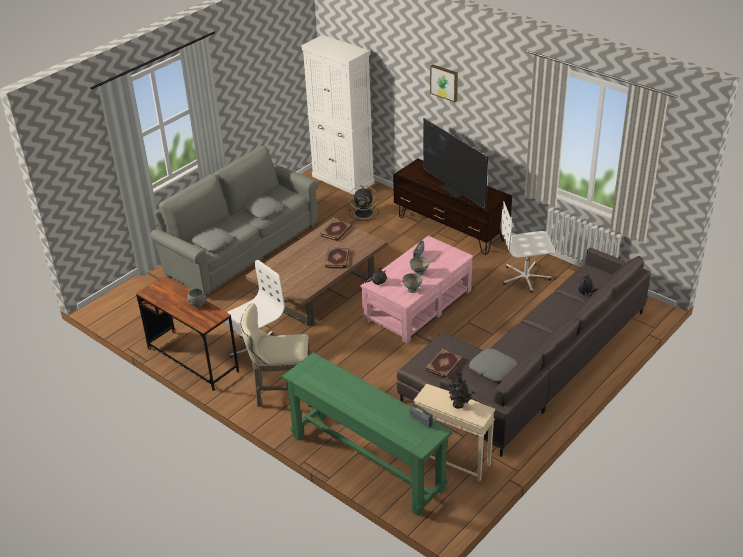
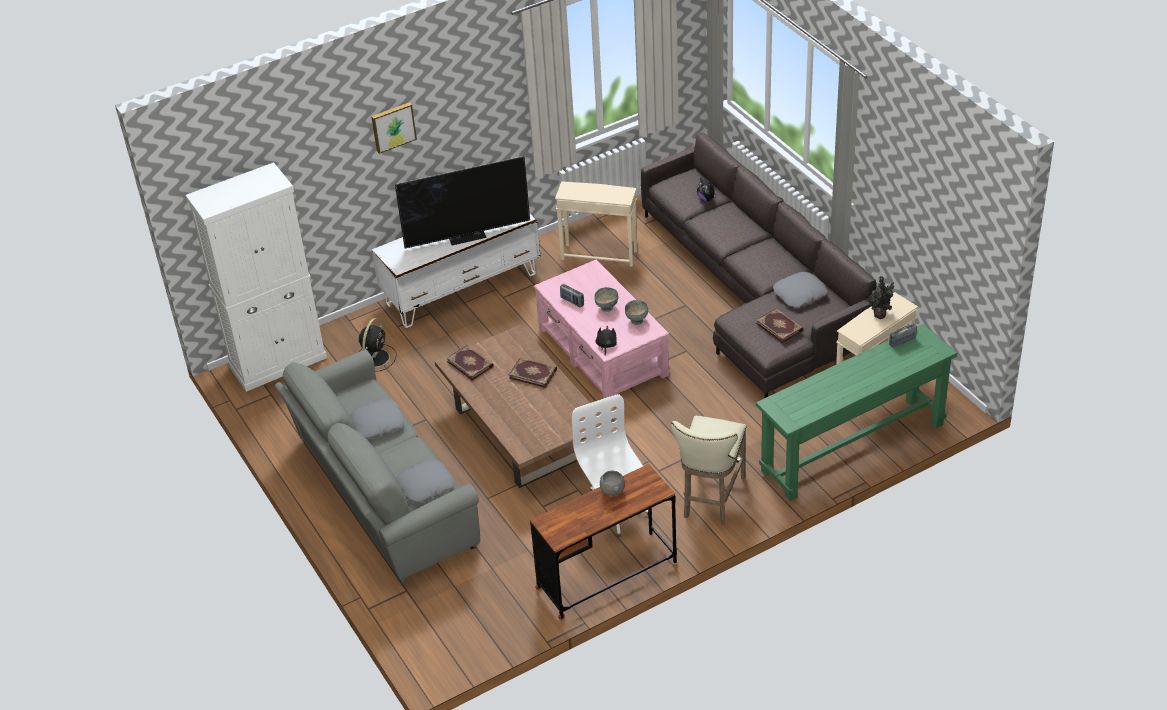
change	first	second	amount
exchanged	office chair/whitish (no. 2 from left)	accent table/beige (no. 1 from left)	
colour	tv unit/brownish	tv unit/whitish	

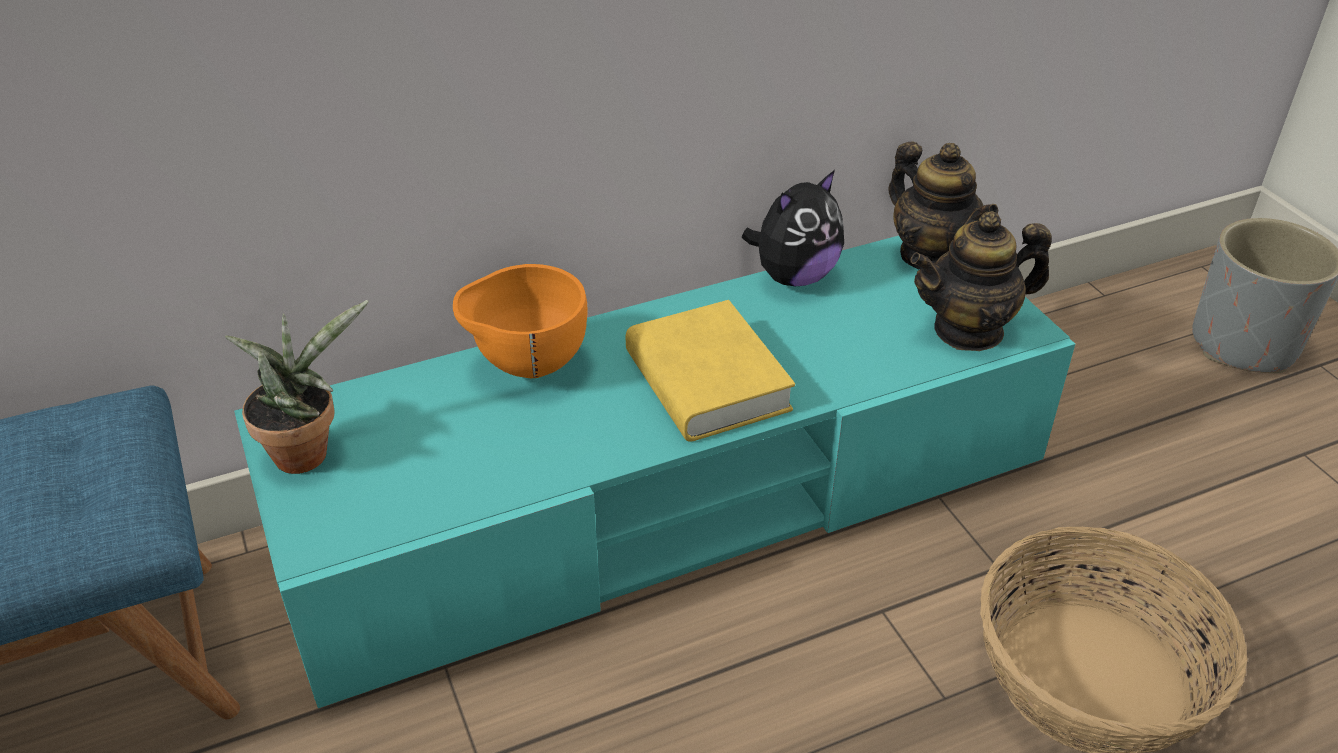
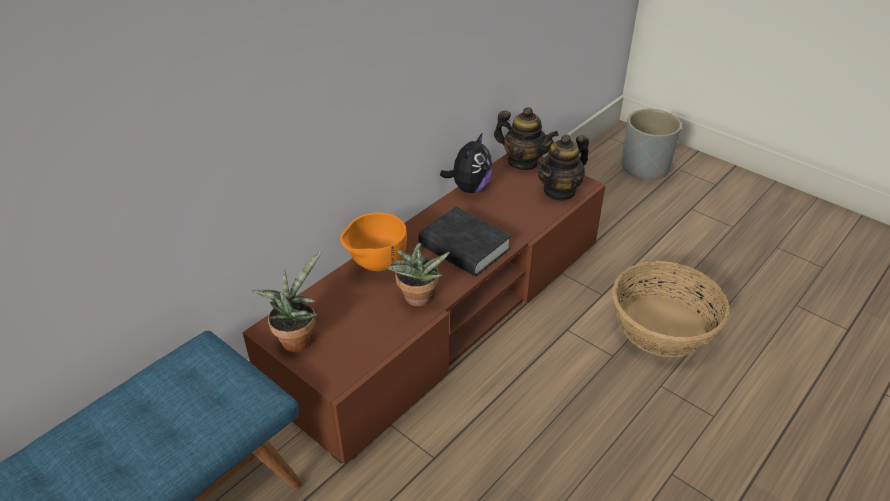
change	first	second	amount
appeared		potted plant (no. 2 from left)	
colour	tv unit/turquoise	tv unit/brownish	
colour	volume/yellowish	volume/black-coloured	

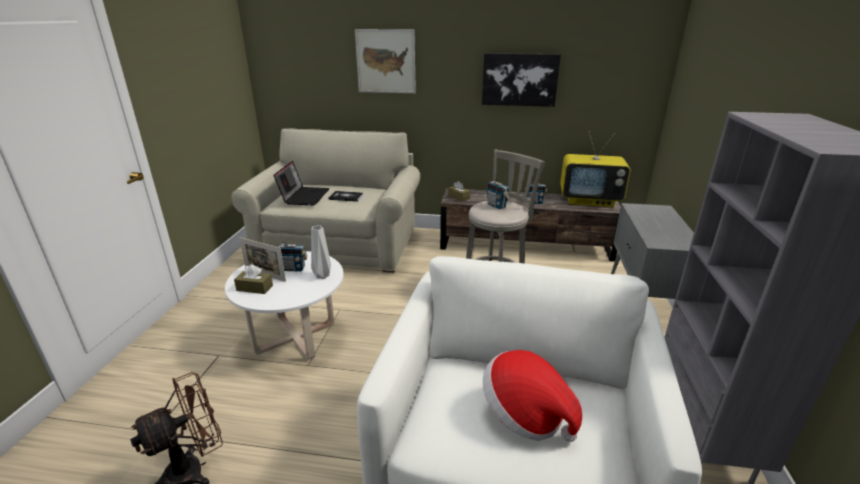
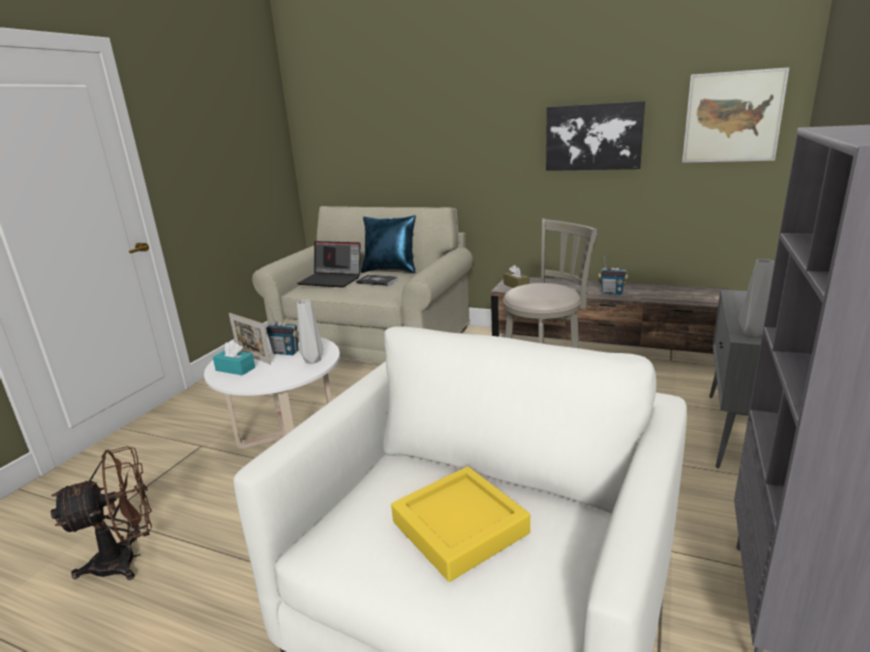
change	first	second	amount
missing	radio receiver (no. 2 from left)		
missing	TV		
appeared		throw pillow/blue-coloured	
appeared		decorative vase/grey (no. 2 from left)	
relocated	picture (no. 1 from left in the first image)	picture (no. 2 from left)	
exchanged	wearable hat	serving tray/yellowish	
colour	box of tissues/brownish (no. 1 from left)	box of tissues/turquoise	
spun	laptop		90 degrees clockwise

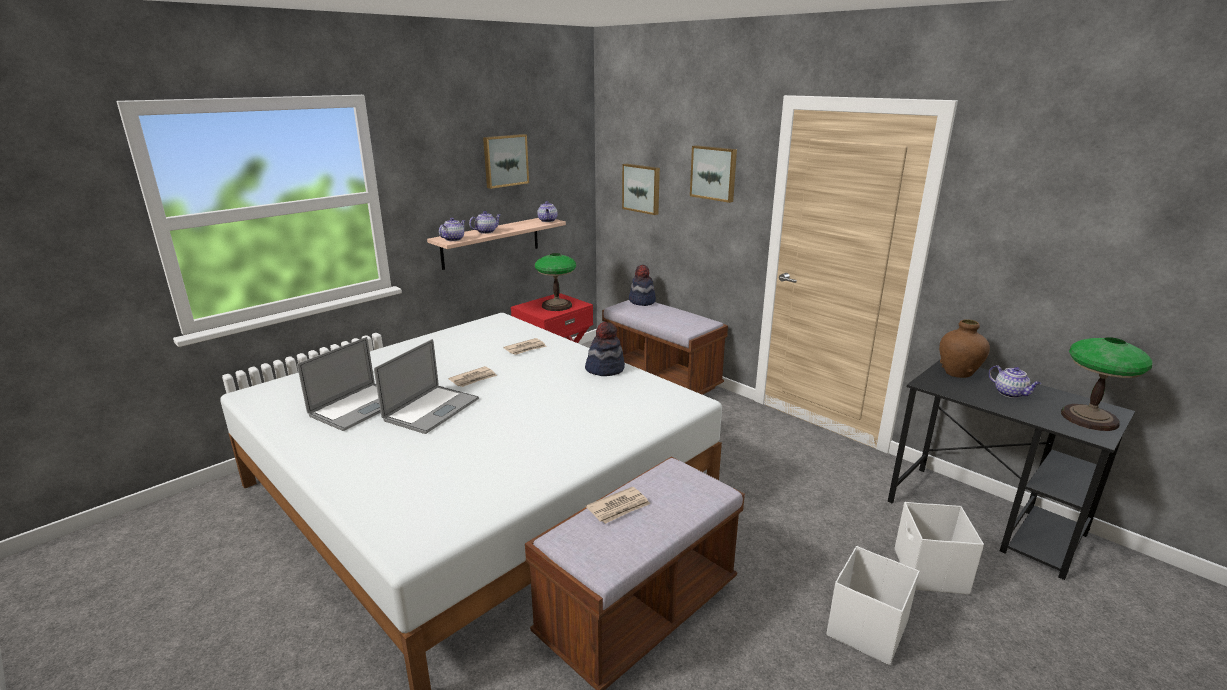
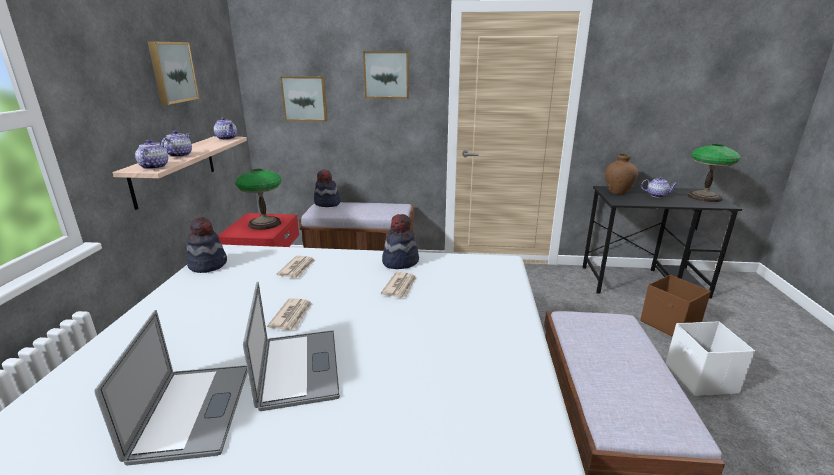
change	first	second	amount
appeared		wearable hat (no. 1 from left)	
relocated	newspaper (no. 3 from left)		
colour	storage container/whitish (no. 2 from left)	storage container/brownish	

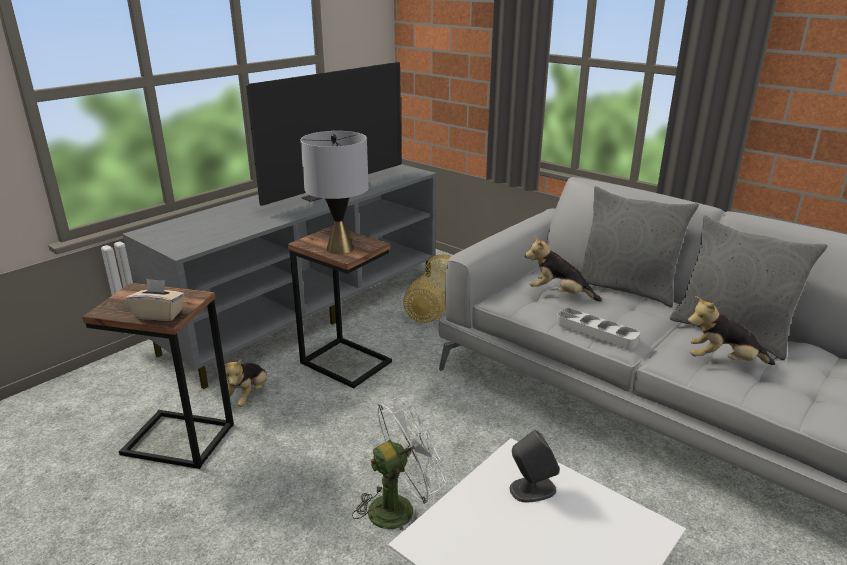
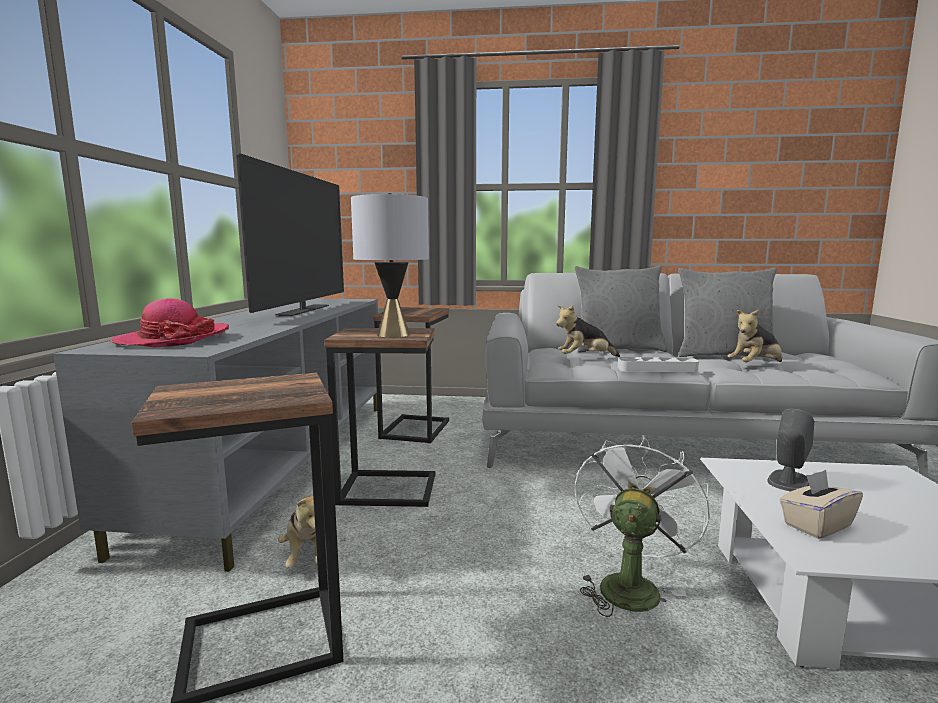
change	first	second	amount
appeared		wearable hat	
relocated	box of tissues/beige		
exchanged	household basket	accent table (no. 3 from left)	

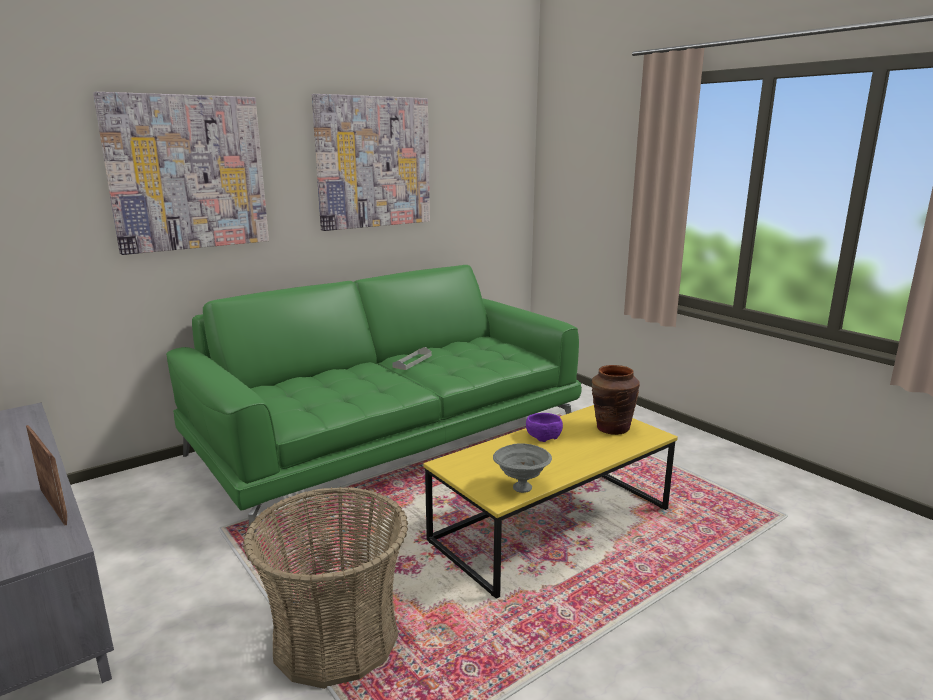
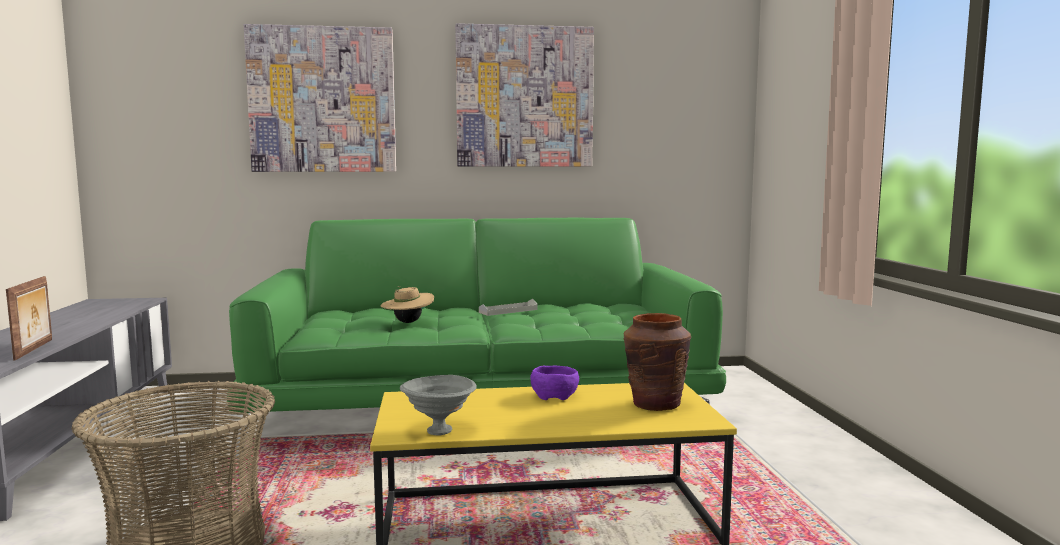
change	first	second	amount
appeared		wearable hat/beige	

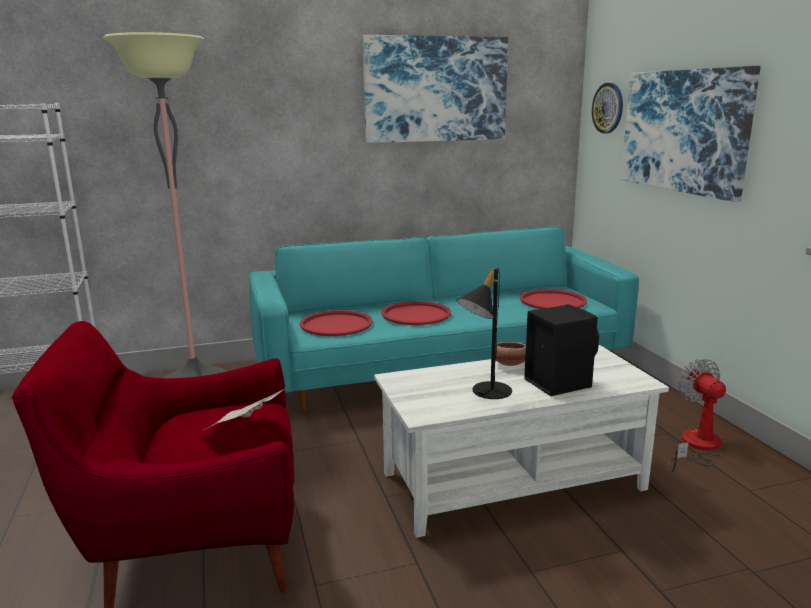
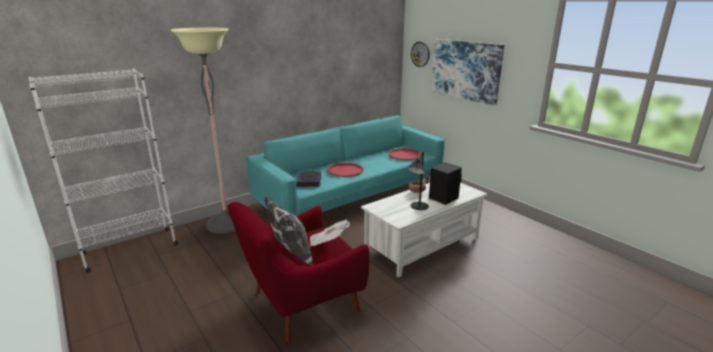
change	first	second	amount
missing	picture (no. 1 from left)		
missing	fan		
appeared		throw pillow	
exchanged	serving tray/red (no. 1 from left)	volume	

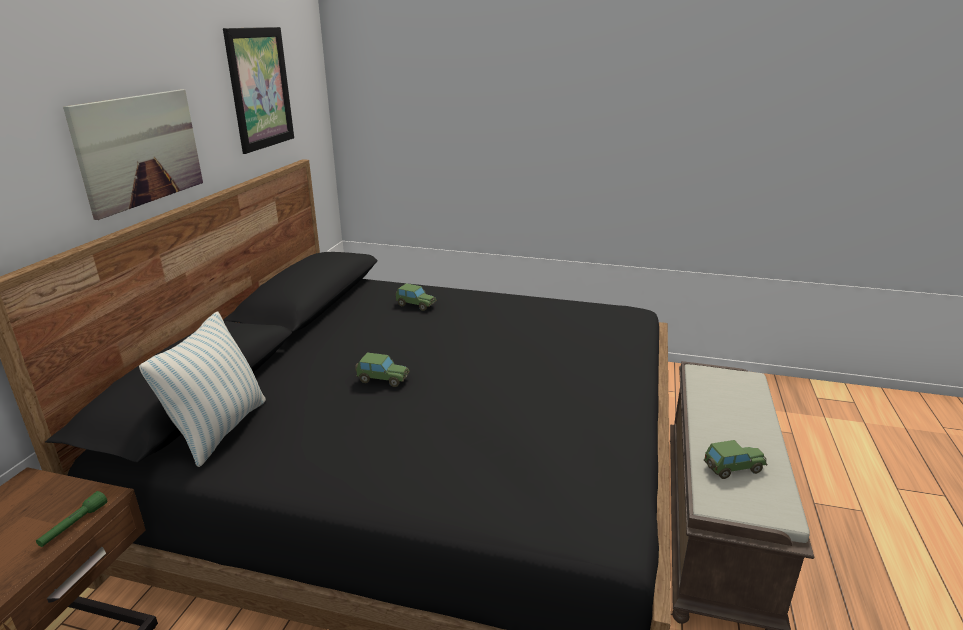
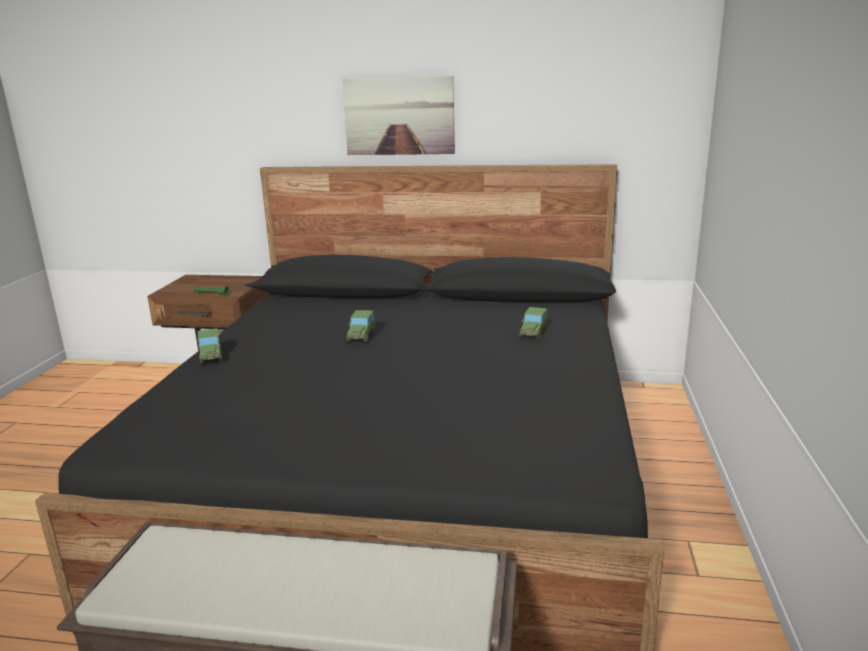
change	first	second	amount
missing	throw pillow		
missing	picture (no. 2 from left)		
relocated	miniature car (no. 3 from left in the first image)	miniature car (no. 1 from left)	

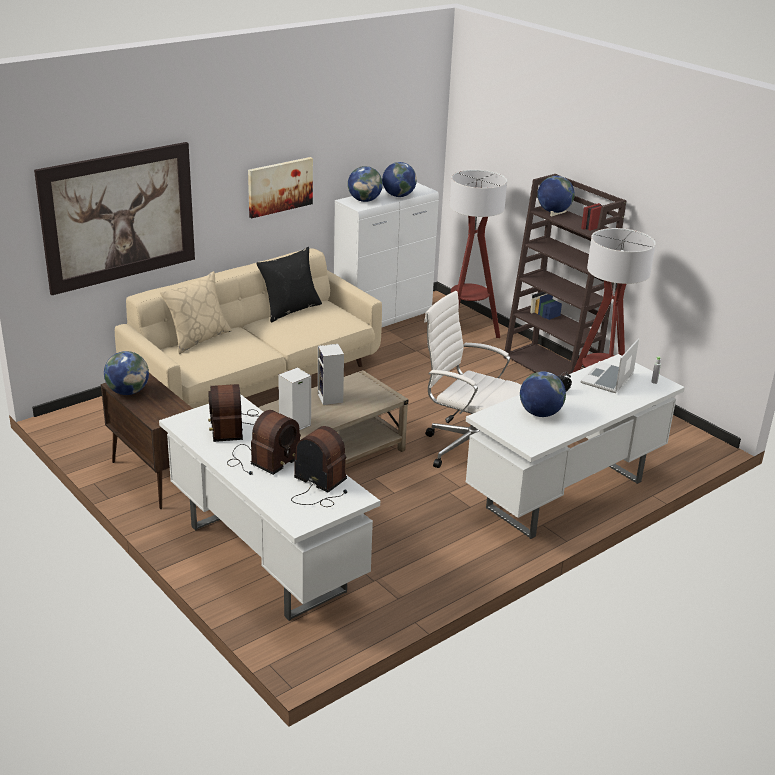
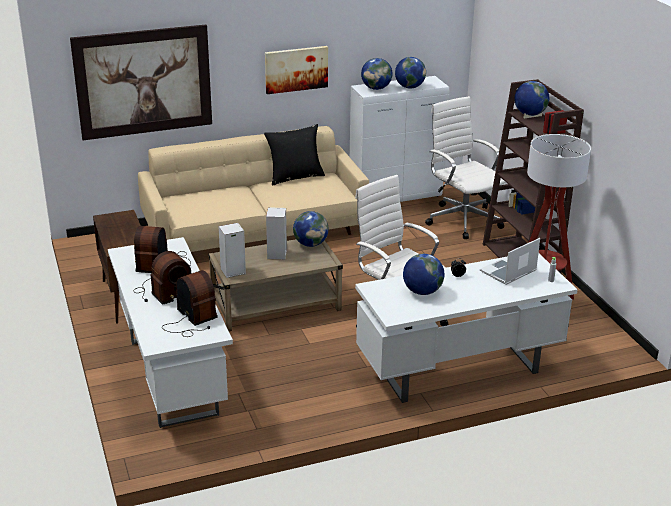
change	first	second	amount
missing	throw pillow/beige		
relocated	globe (no. 1 from left)		
exchanged	floor lamp (no. 1 from left)	office chair/whitish (no. 2 from left)	

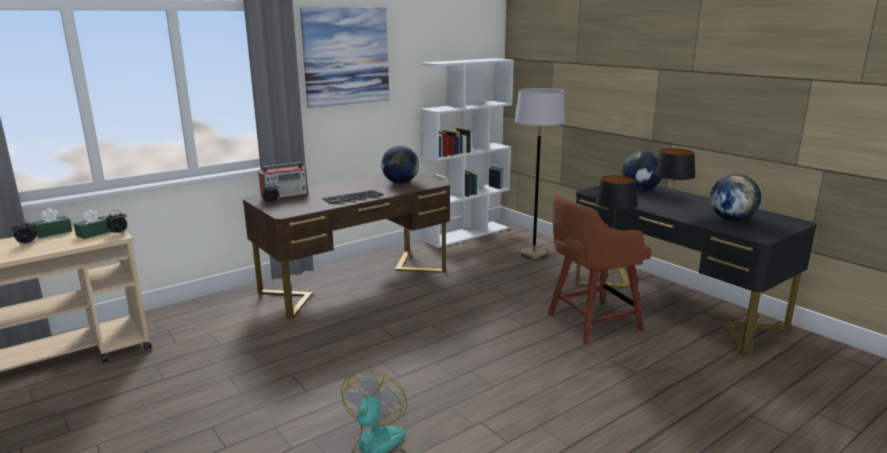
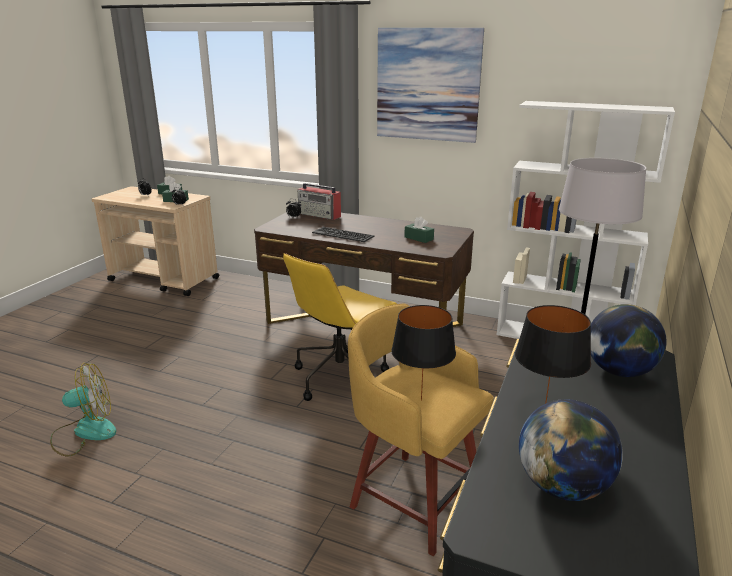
change	first	second	amount
appeared		office chair/yellowish	
exchanged	globe (no. 1 from left)	box of tissues/green (no. 3 from left)	
colour	sitting stool/brownish	sitting stool/yellowish	

